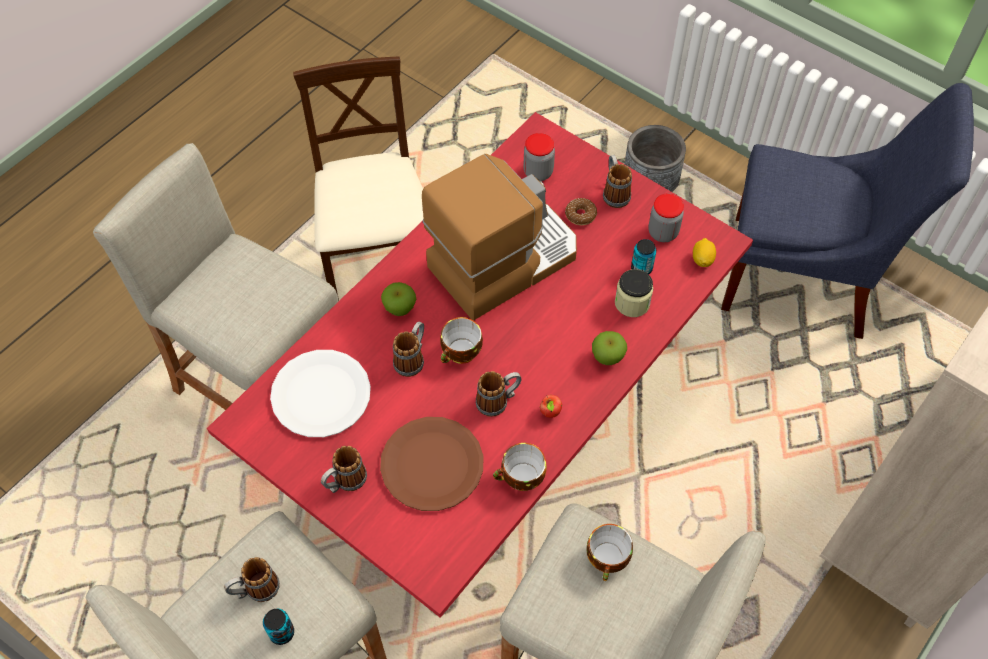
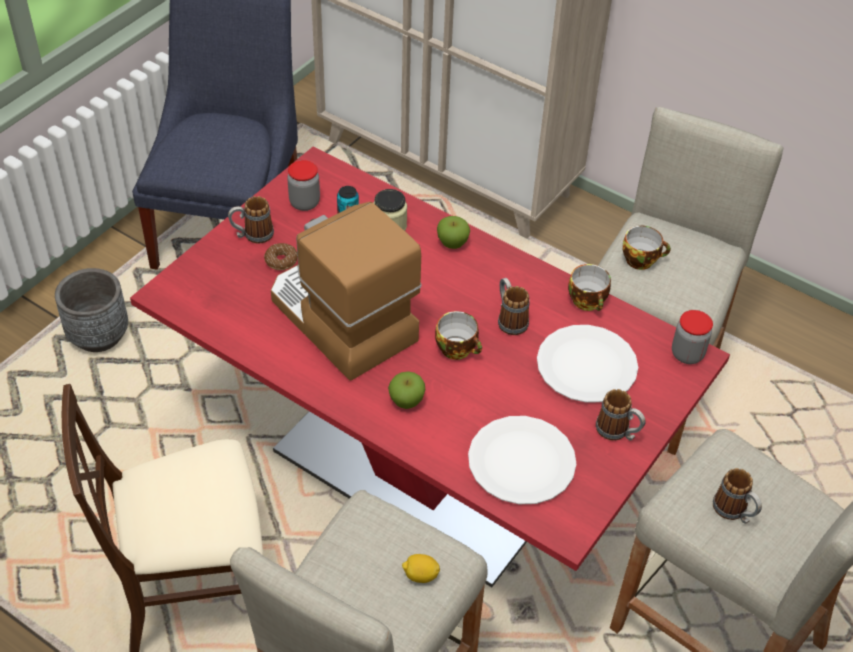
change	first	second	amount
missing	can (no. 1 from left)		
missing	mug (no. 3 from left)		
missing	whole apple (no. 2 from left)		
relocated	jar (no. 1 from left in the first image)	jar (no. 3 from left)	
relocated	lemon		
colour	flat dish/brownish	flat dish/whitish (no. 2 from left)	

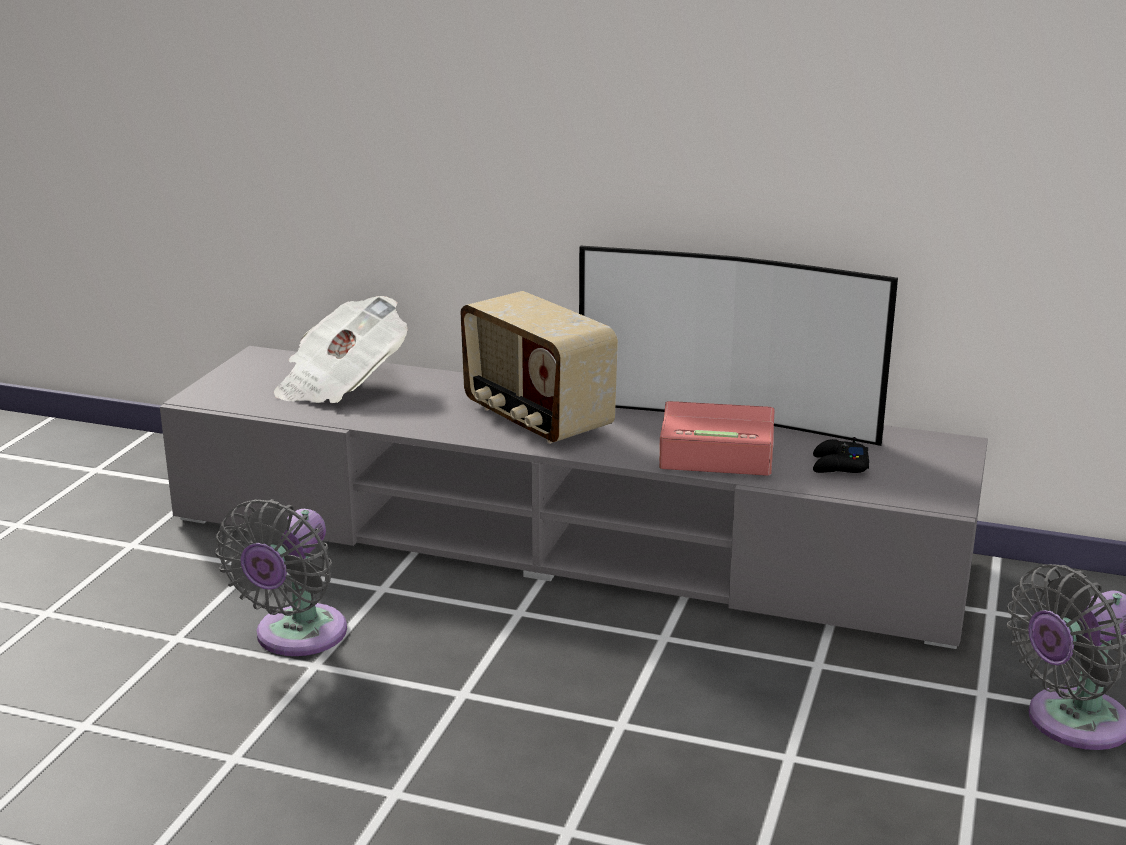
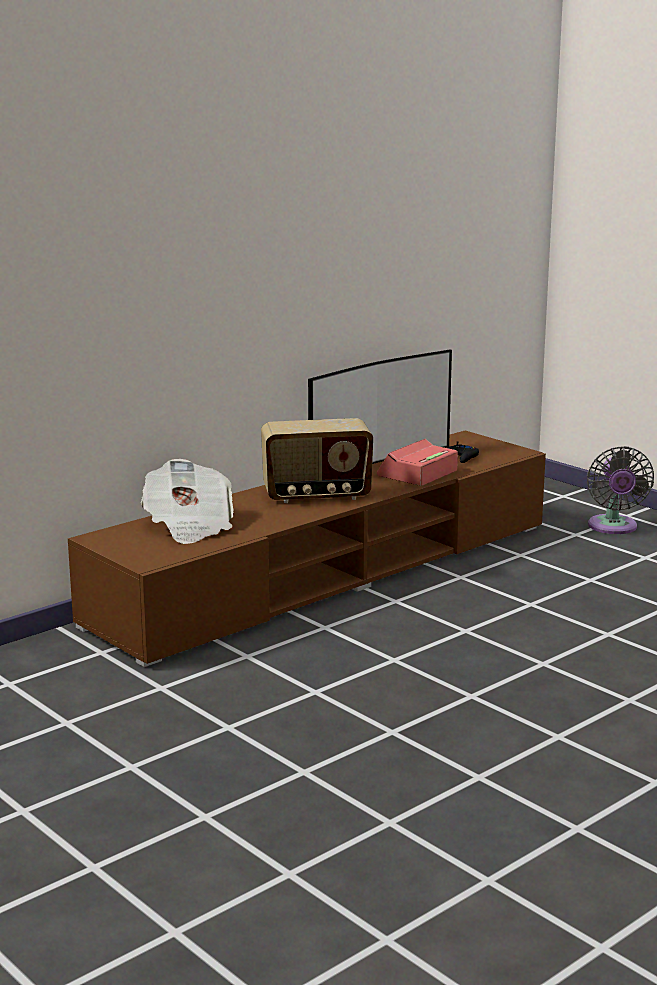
change	first	second	amount
missing	fan/grey (no. 1 from left)		
colour	tv unit/grey	tv unit/brownish	

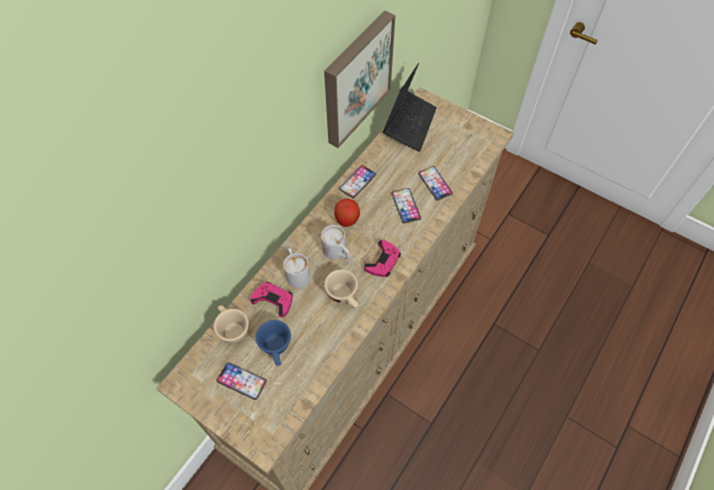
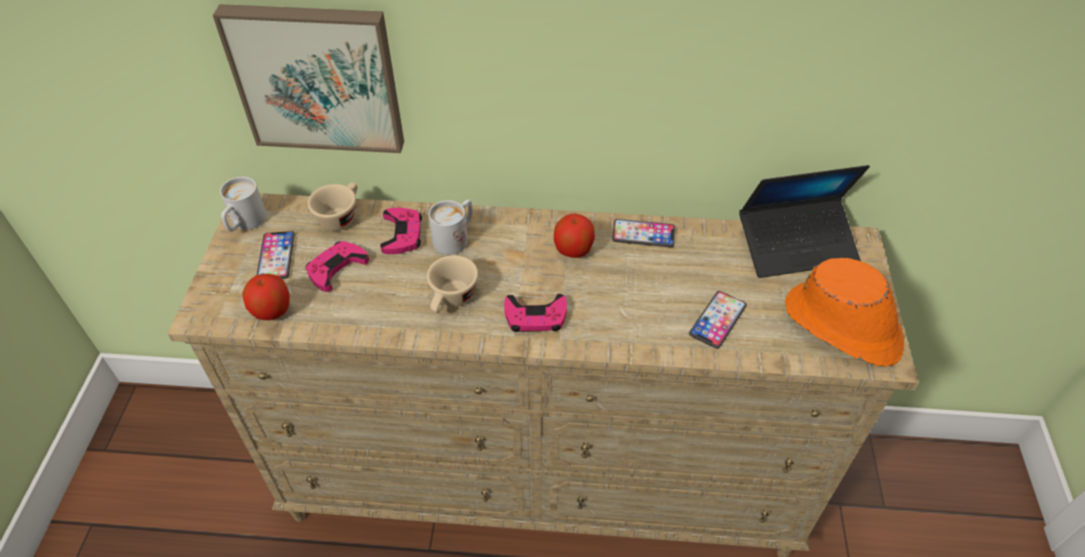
change	first	second	amount
missing	handset (no. 3 from left)		
appeared		whole apple (no. 1 from left)	
appeared		wearable hat/orange-coloured	
relocated	mug/whitish (no. 2 from left in the first image)	mug/whitish (no. 1 from left)	
relocated	picture		
exchanged	cup/blue-coloured	game controller/pink-coloured (no. 1 from left)	

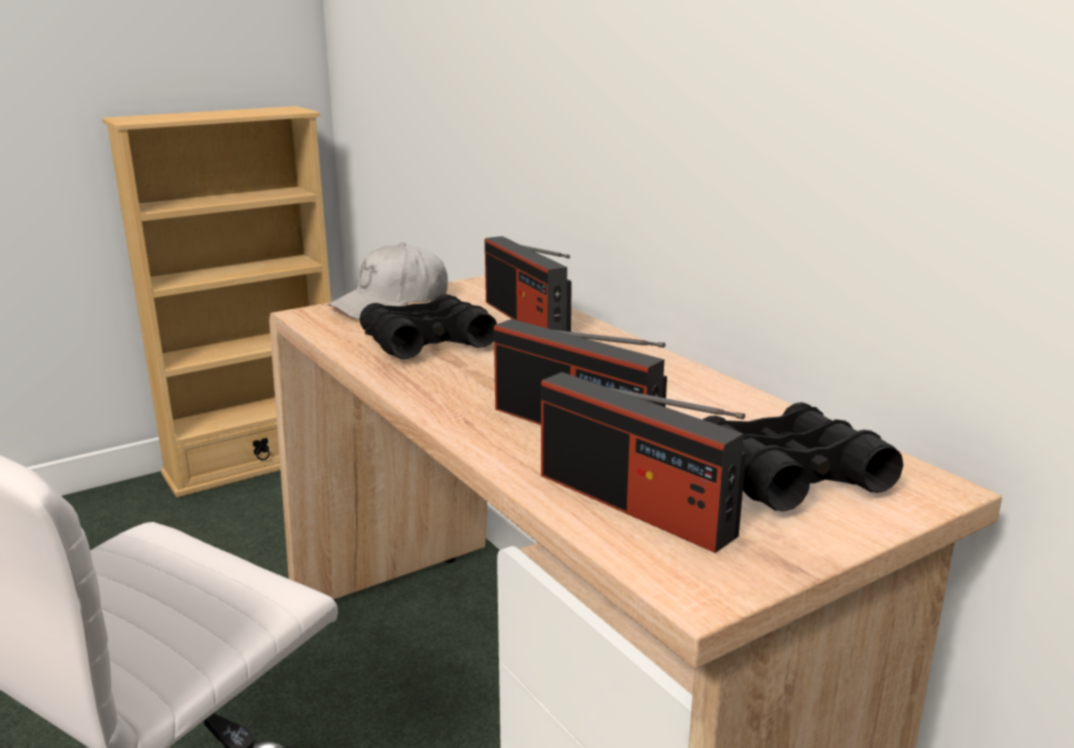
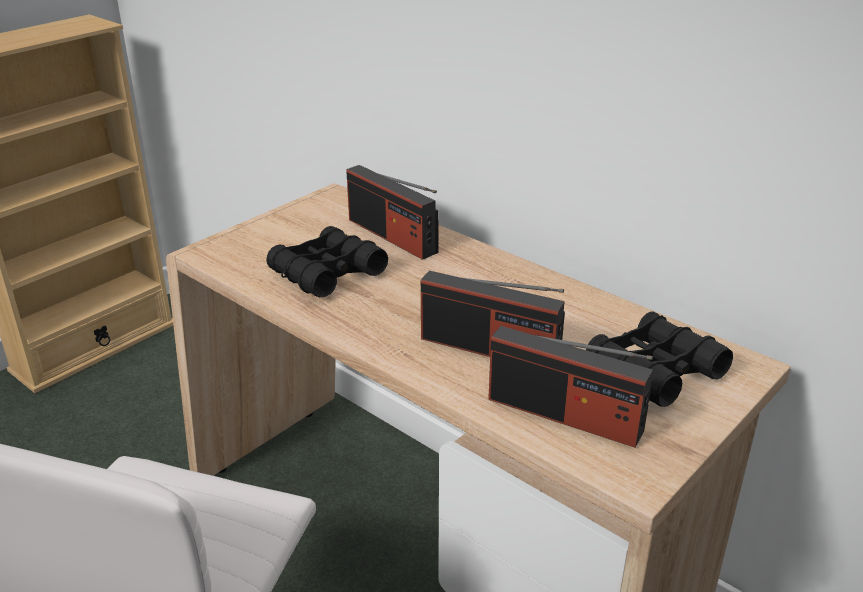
change	first	second	amount
missing	baseball cap/whitish		

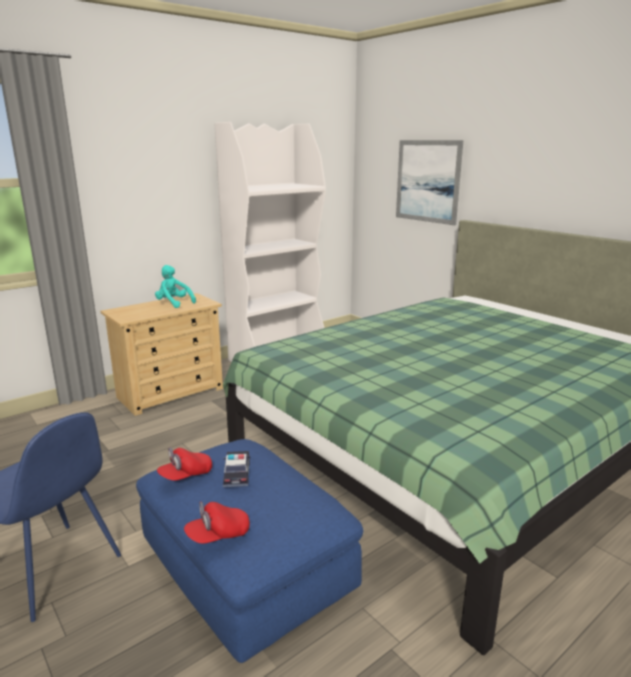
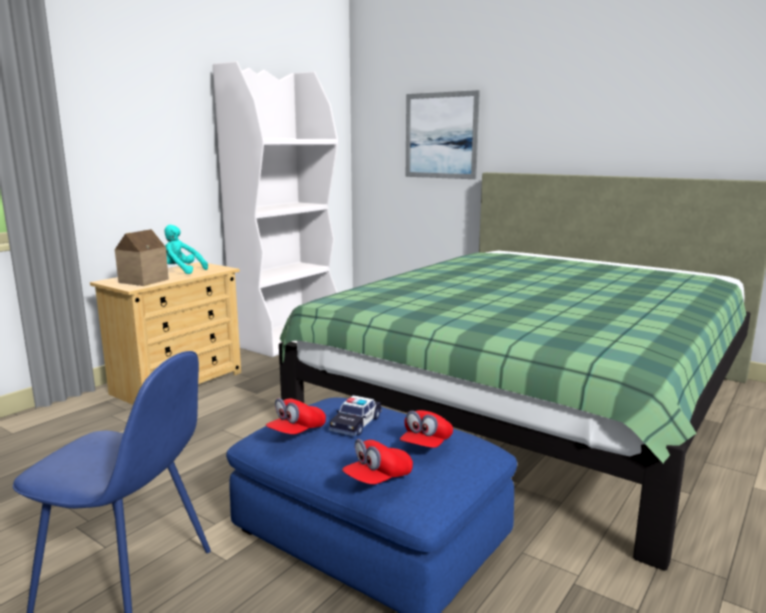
change	first	second	amount
appeared		miniature house	
appeared		baseball cap/red (no. 3 from left)	
spun	miniature car		135 degrees counterclockwise

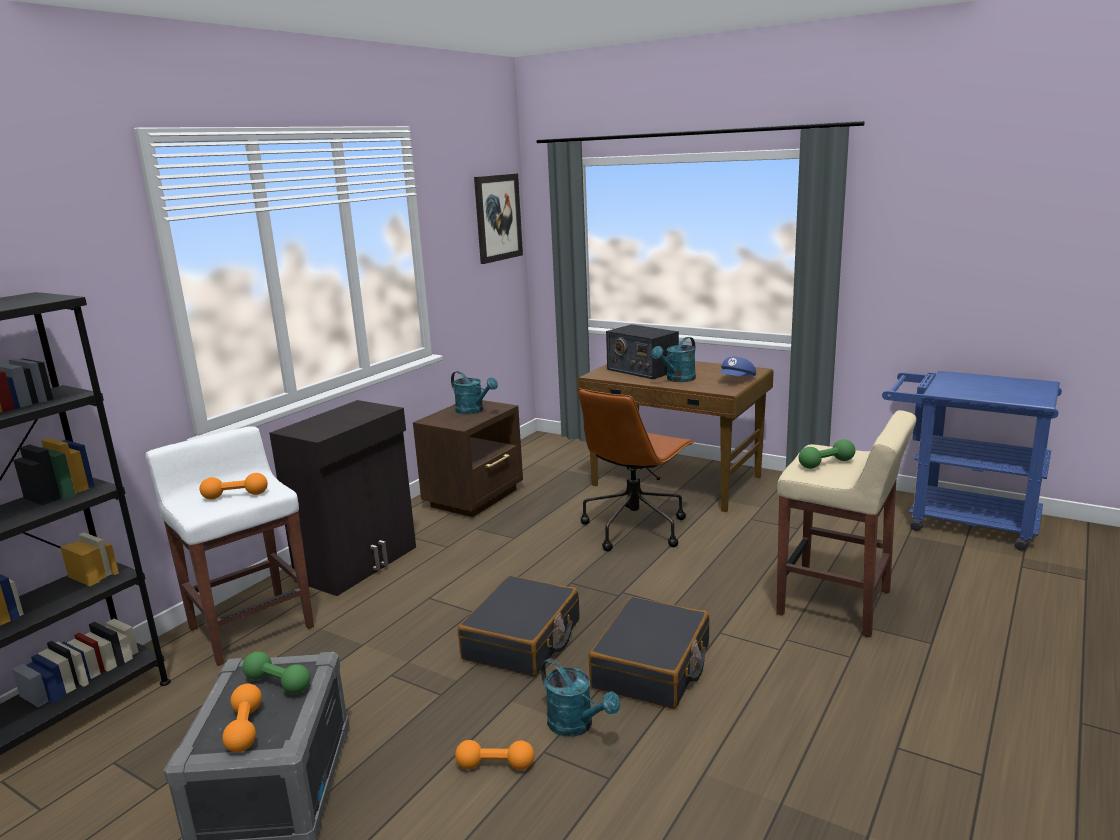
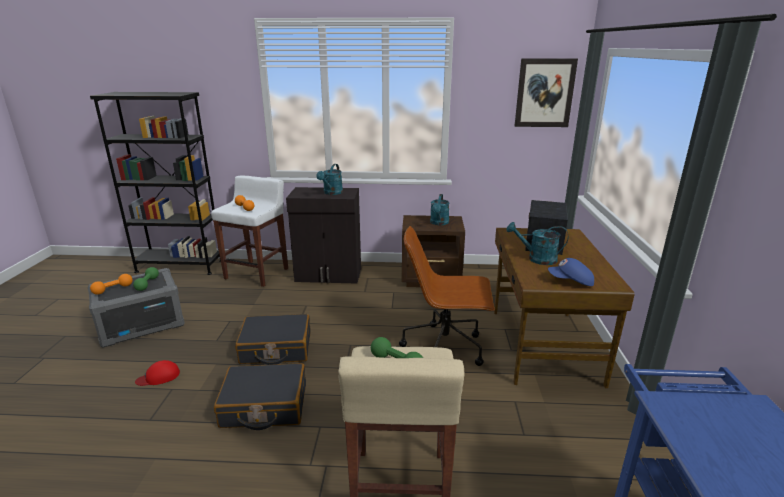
change	first	second	amount
relocated	sprinkling can/turquoise (no. 2 from left in the first image)	sprinkling can/turquoise (no. 1 from left)	
exchanged	free weight/orange-coloured (no. 3 from left)	baseball cap/red	

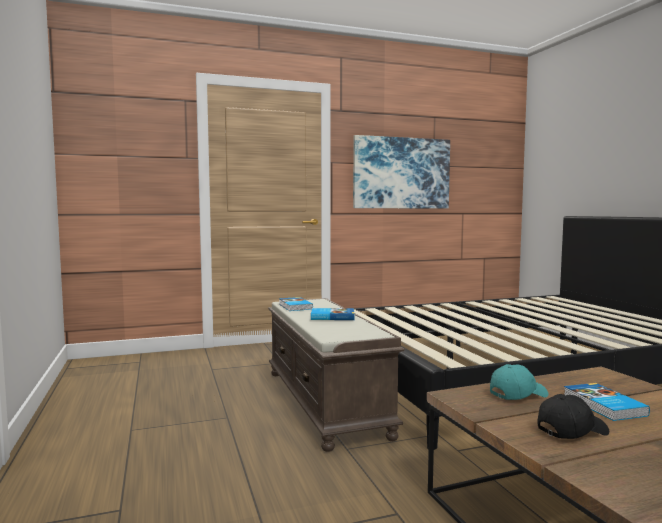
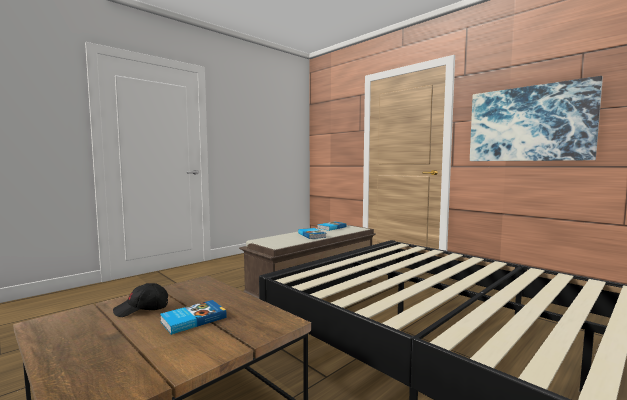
change	first	second	amount
missing	baseball cap/turquoise		
spun	baseball cap/black-coloured		120 degrees clockwise

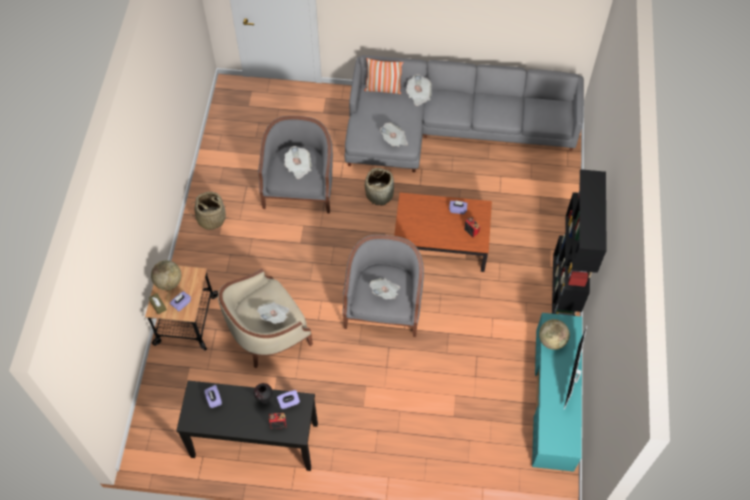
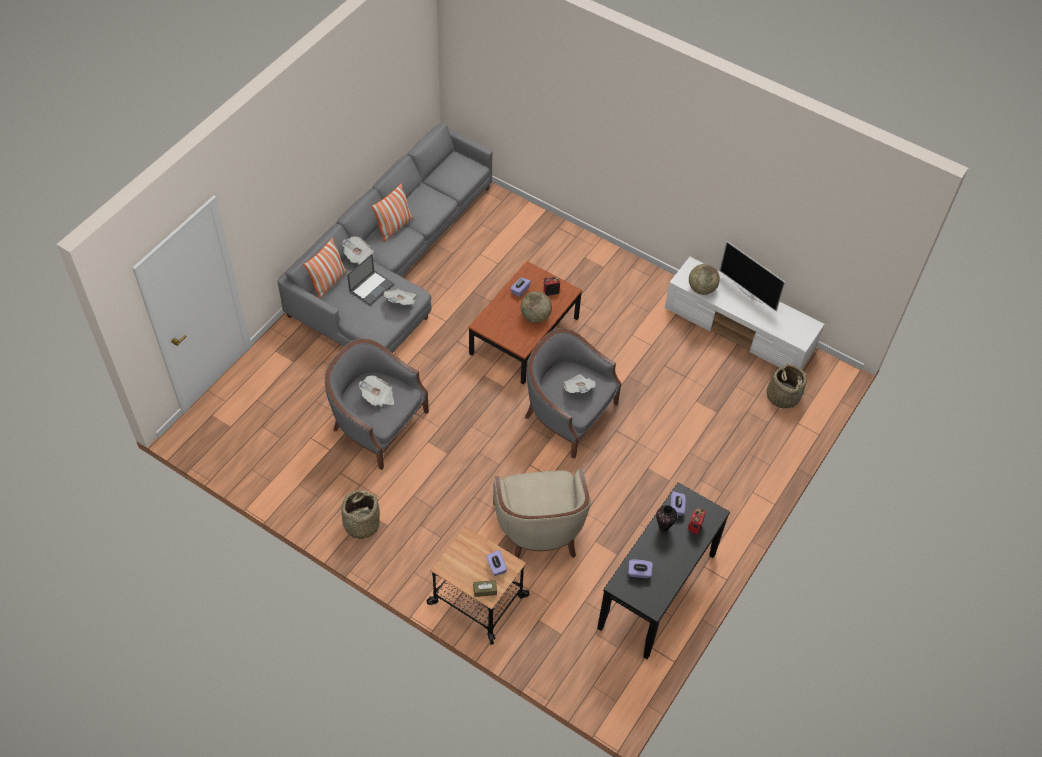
change	first	second	amount
missing	newspaper (no. 1 from left)		
missing	bookcase/black-coloured		
appeared		laptop	
appeared		throw pillow (no. 2 from left)	
relocated	globe (no. 1 from left)		
relocated	household basket (no. 2 from left)		
colour	tv unit/turquoise	tv unit/whitish	

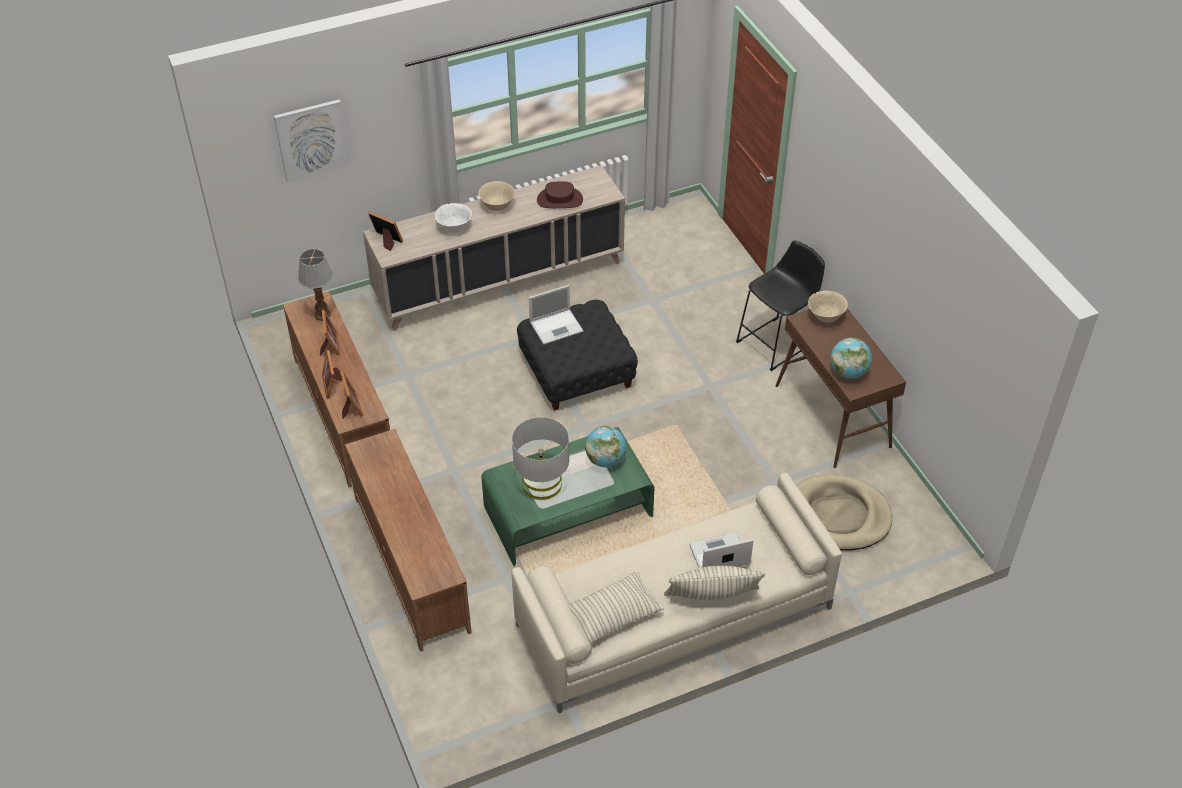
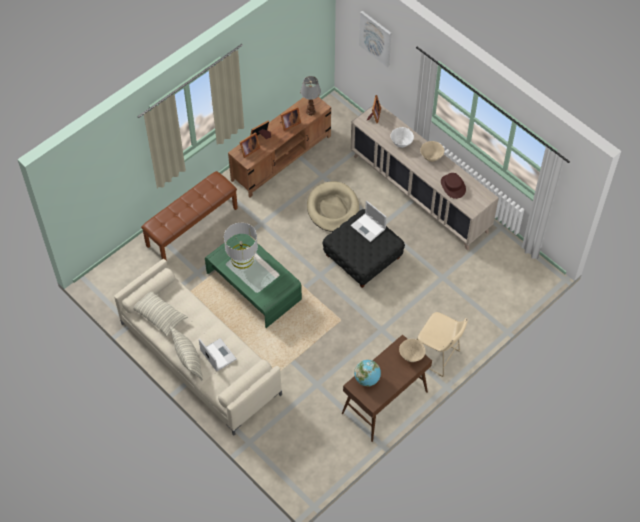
change	first	second	amount
missing	globe (no. 1 from left)		
relocated	dog cushion/beige		
exchanged	tv unit/brownish (no. 2 from left)	indoor bench/brownish	
colour	sitting stool/black-coloured	sitting stool/beige	

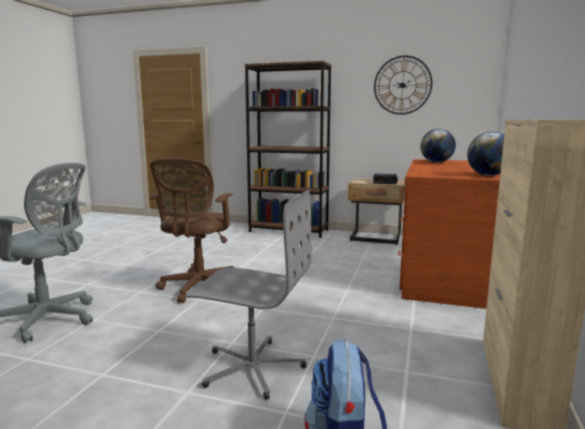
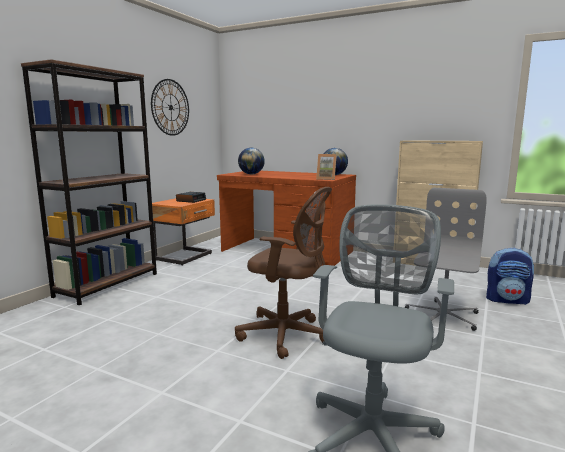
change	first	second	amount
appeared		picture frame	
colour	nightstand/beige	nightstand/orange-coloured	

